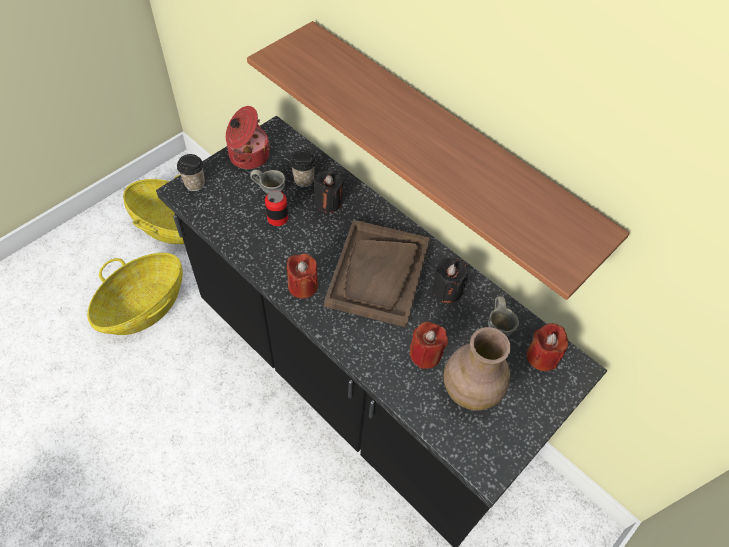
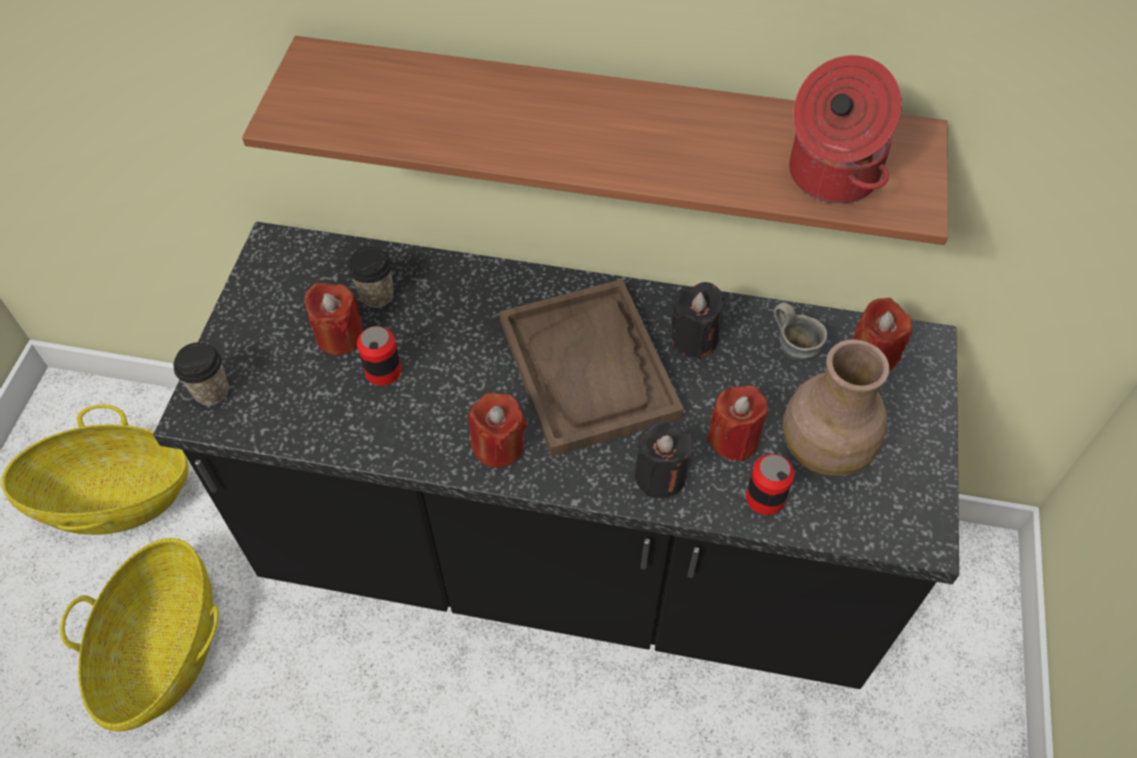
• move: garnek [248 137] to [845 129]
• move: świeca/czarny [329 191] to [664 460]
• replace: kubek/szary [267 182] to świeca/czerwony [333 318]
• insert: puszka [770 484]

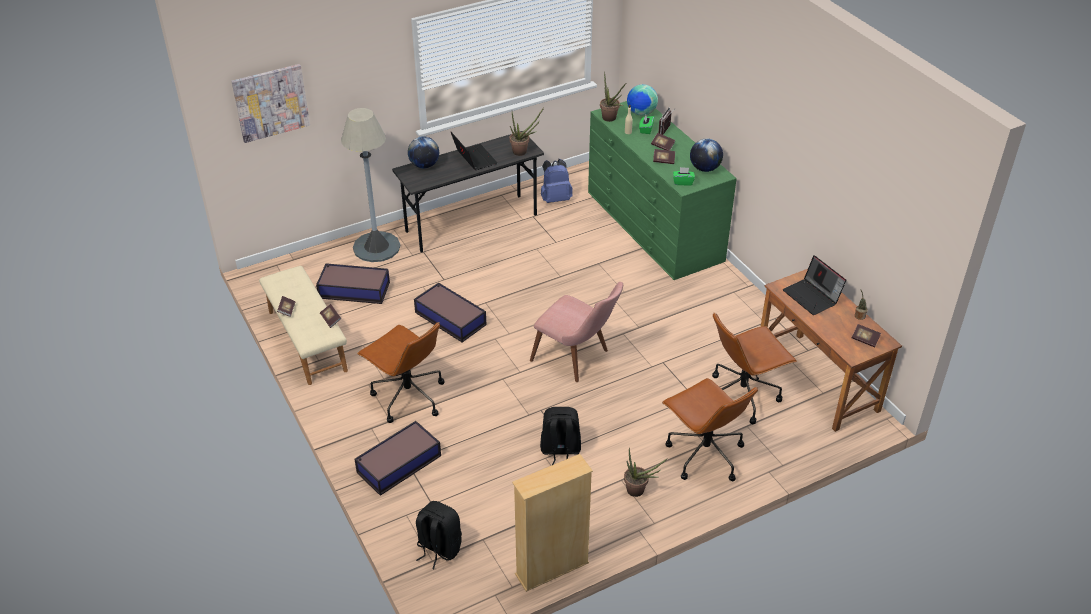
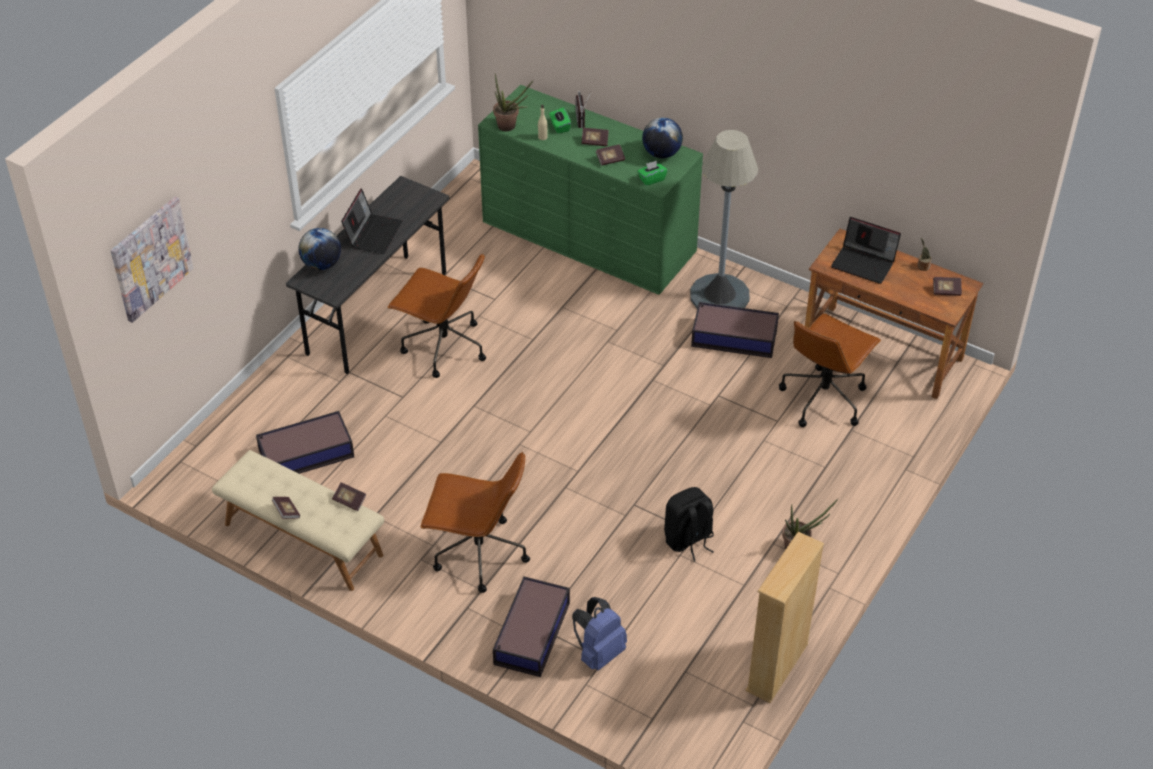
• delete: globus [642 100]
• move: lampa stojąca/szary [370 185] to [724 219]
• delete: roślina doniczkowa [526 132]
• rotate: laptop [474 151] = [372 221] 75 degrees clockwise
• move: plecak/niebieski [557 181] to [599 634]
• delete: krzesło/różowy [576 332]
• move: pojemnik do przechowywania [450 312] to [735 330]
• move: krzesło biurowe/brązowy [710 429] to [437 316]
• delete: plecak/czarny [439 535]

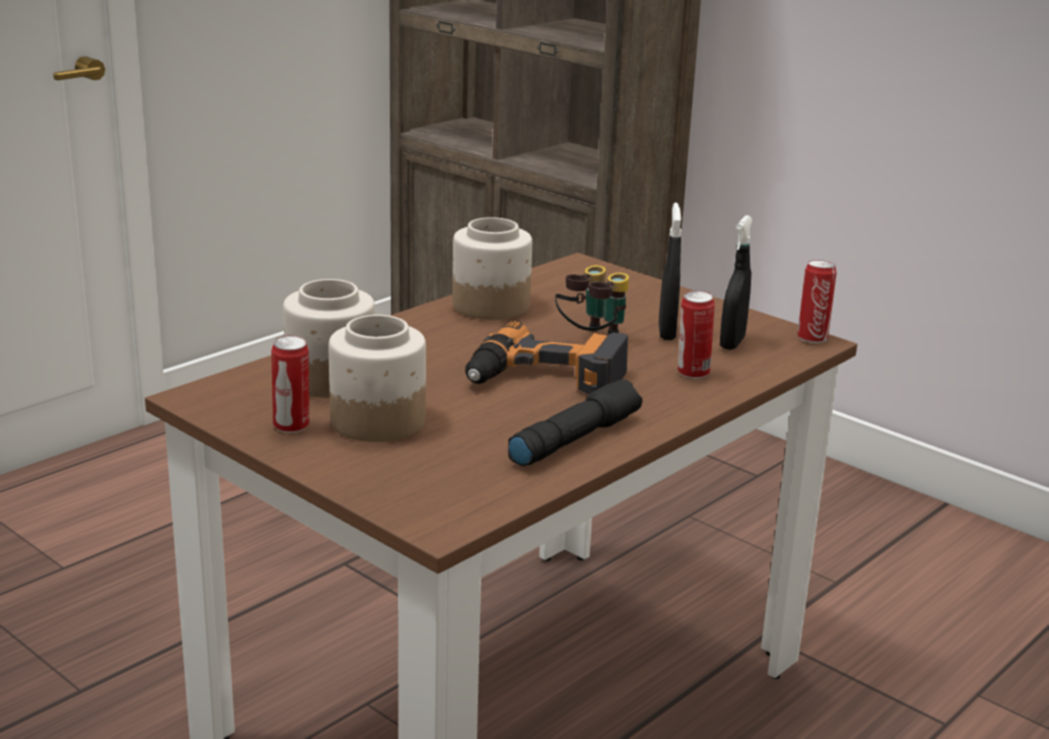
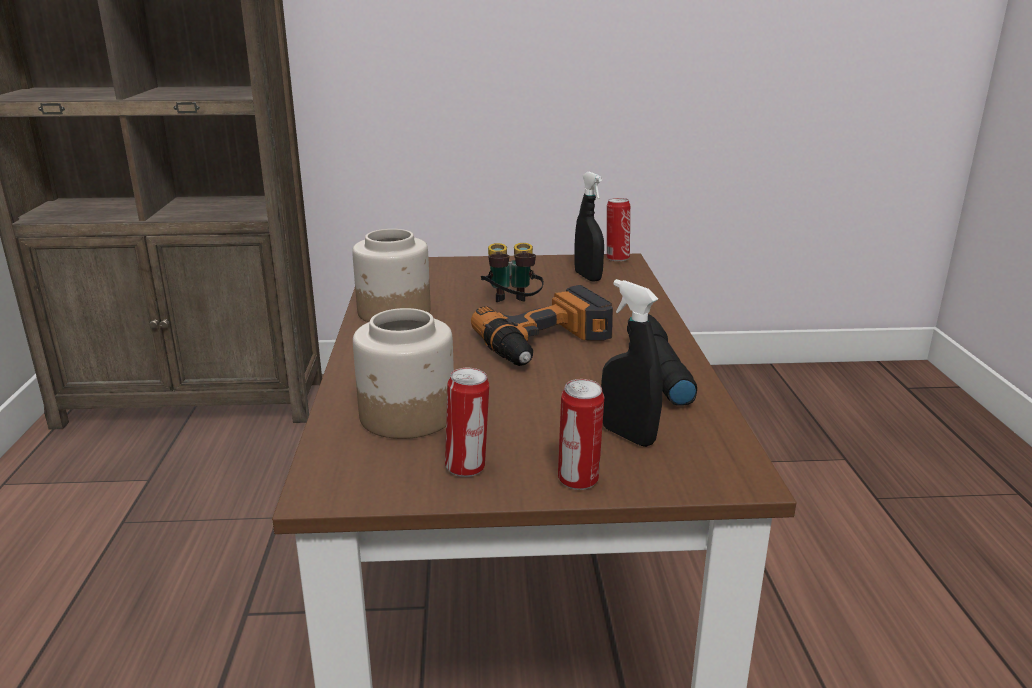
• move: spryskiwacz/czarny [670 271] to [632 363]
• move: puszka [696 334] to [581 434]
• delete: słoik [377 378]

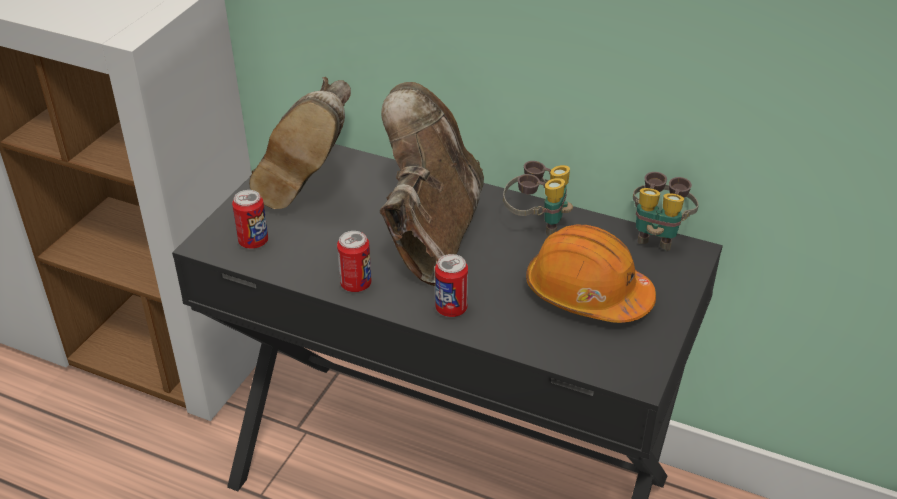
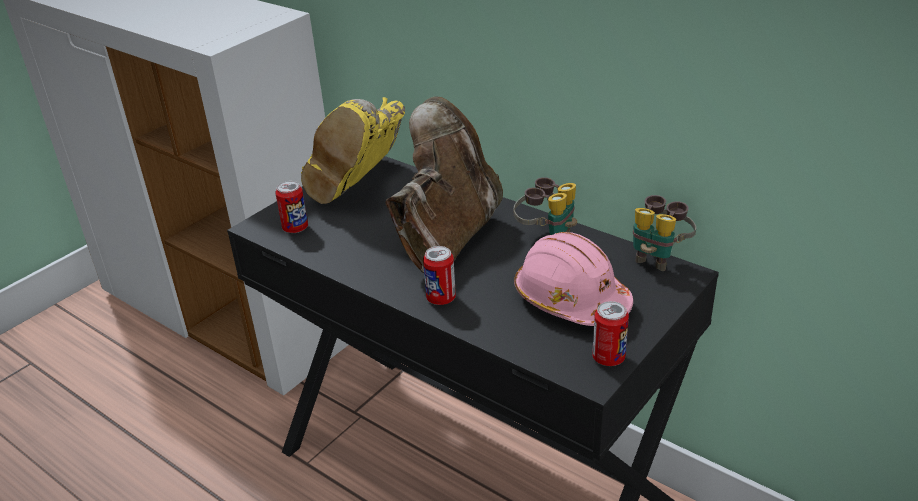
• recolor: but z cholewką/brązowy [300 143] to but z cholewką/żółty [353 150]
• recolor: kask/pomarańczowy [591 273] to kask/różowy [573 279]
• move: puszka [354 261] to [610 333]

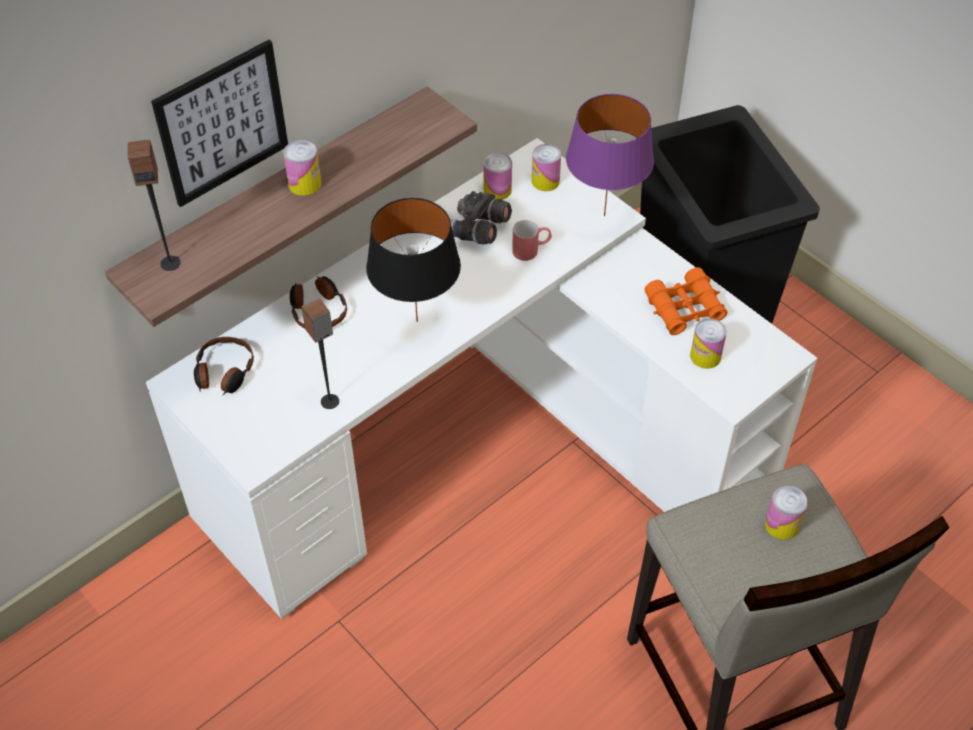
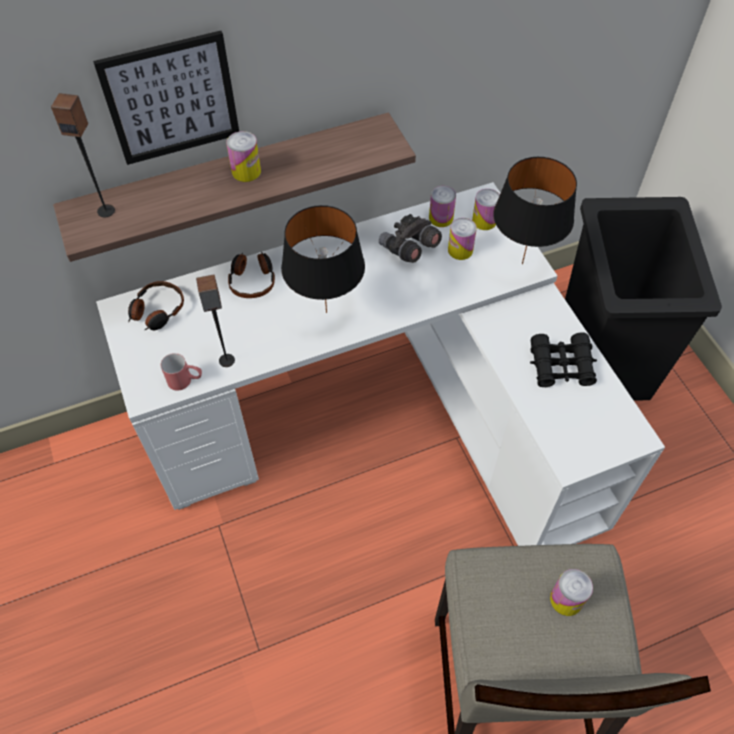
• recolor: lampa stołowa/fioletowy [610 155] to lampa stołowa/czarny [535 210]
• move: kubek/czerwony [532 240] to [181 372]
• recolor: lornetka/pomarańczowy [686 301] to lornetka/czarny [563 359]
• move: puszka [708 343] to [462 239]

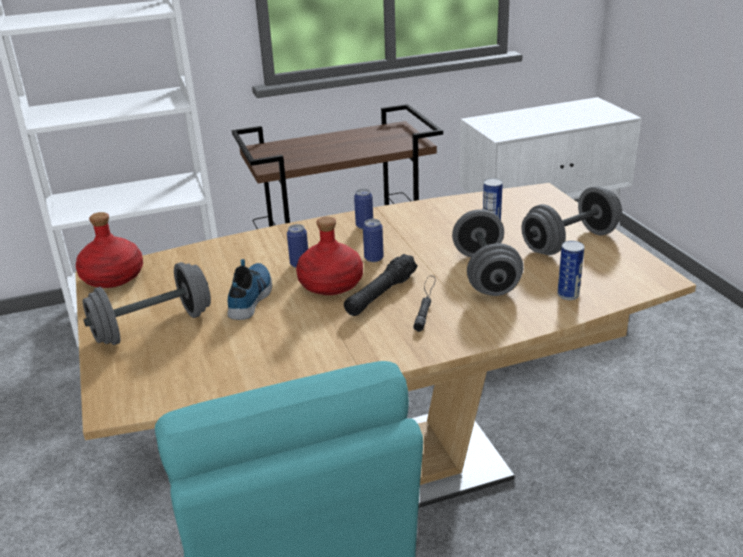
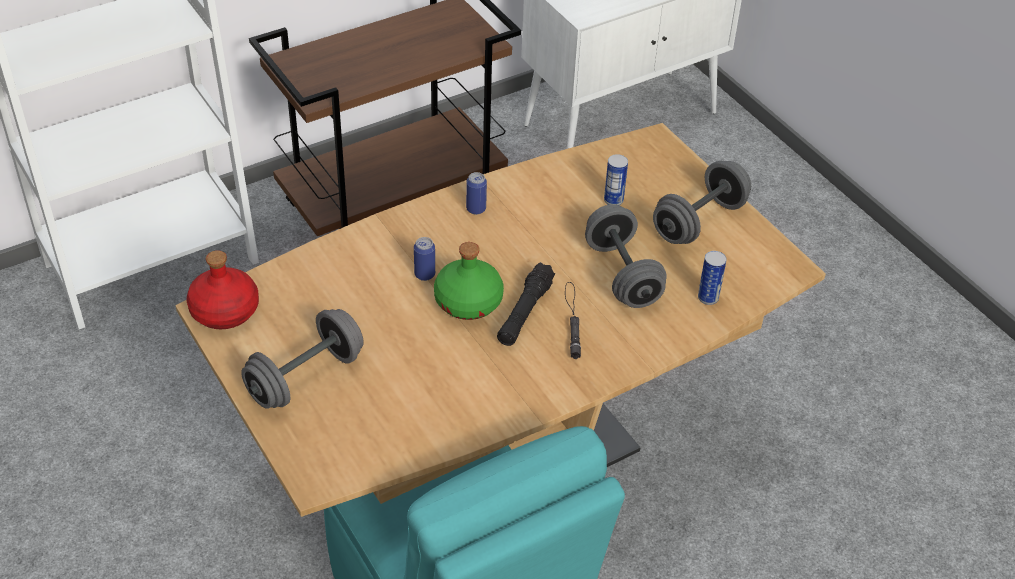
• recolor: butelka/czerwony [329 256] to butelka/zielony [469 281]
• delete: puszka [373 240]
• delete: but [249 289]

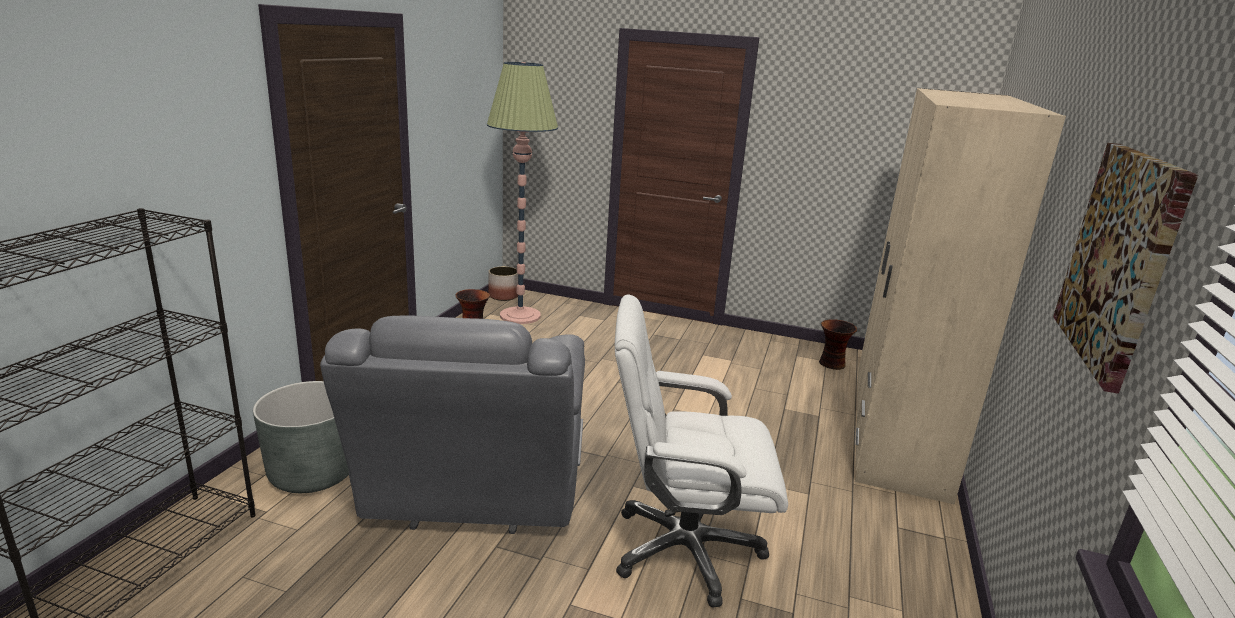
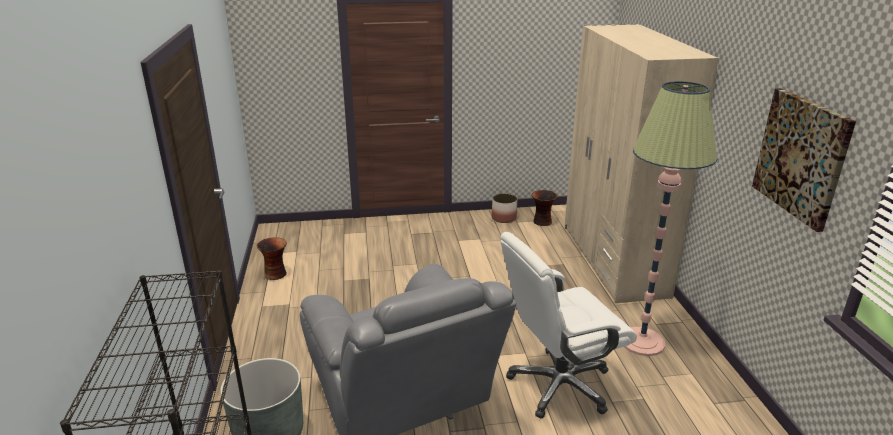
• move: lampa stojąca [522 193] to [670 218]
• move: donica [503 283] to [504 208]

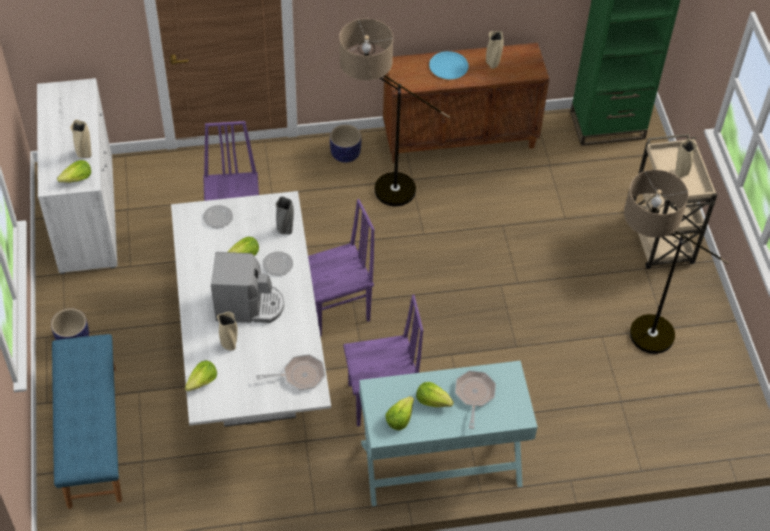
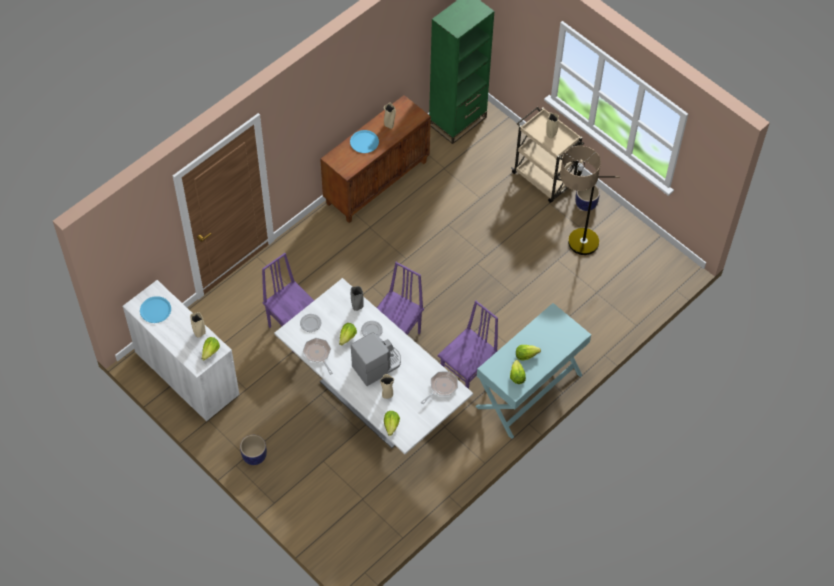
• delete: lampa stojąca [394 112]
• move: donica [345 144] to [587 198]
• delete: ławka/niebieski [87 421]
• move: patelnia [475 400] to [318 356]
• insert: talerz/niebieski [155 309]

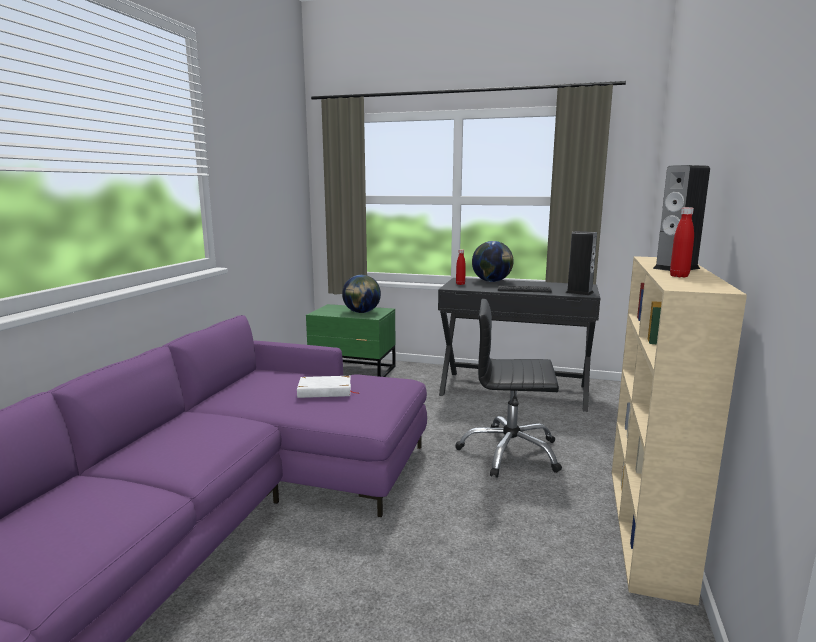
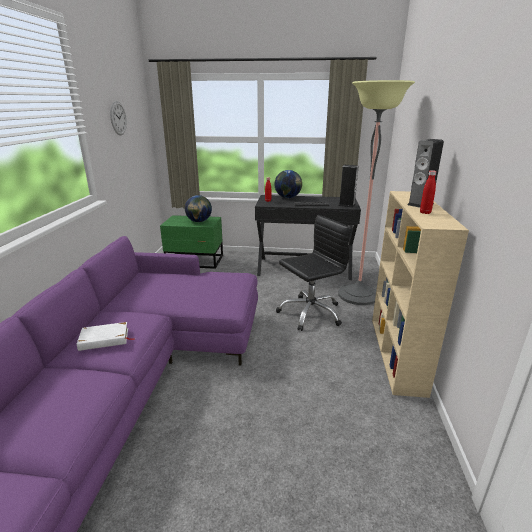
• rotate: krzesło biurowe/czarny [508 388] = [313 273] 150 degrees clockwise
• move: książka/biały [328 387] to [106 336]
• insert: lampa stojąca [376 192]
• insert: zegar ścienny [118 118]

